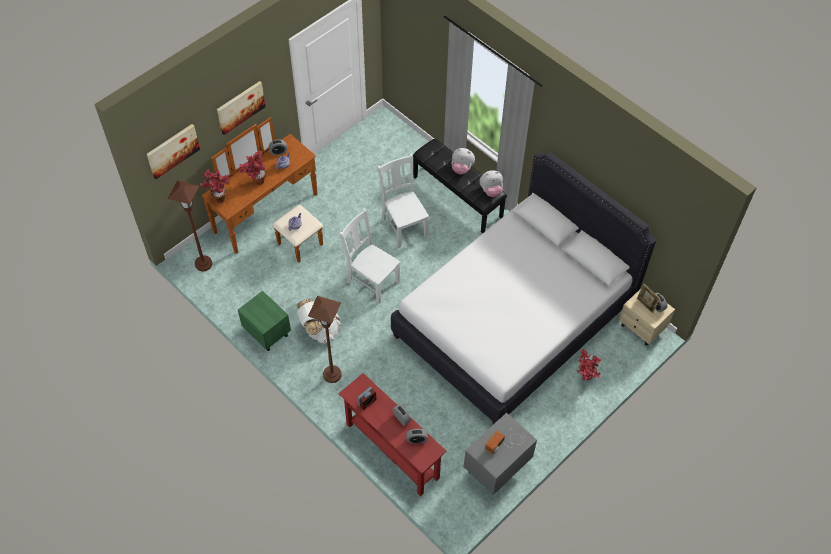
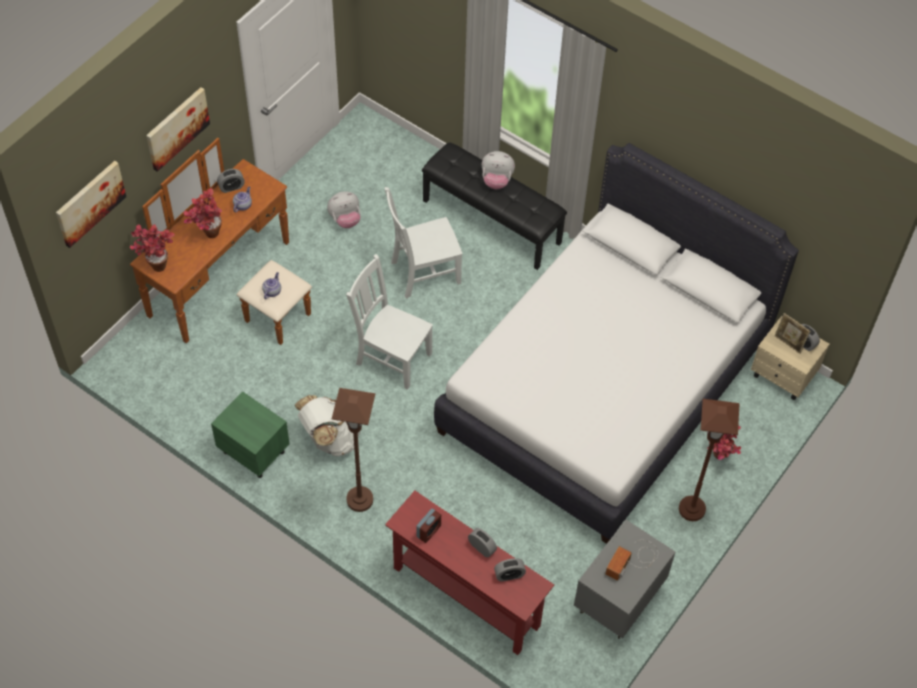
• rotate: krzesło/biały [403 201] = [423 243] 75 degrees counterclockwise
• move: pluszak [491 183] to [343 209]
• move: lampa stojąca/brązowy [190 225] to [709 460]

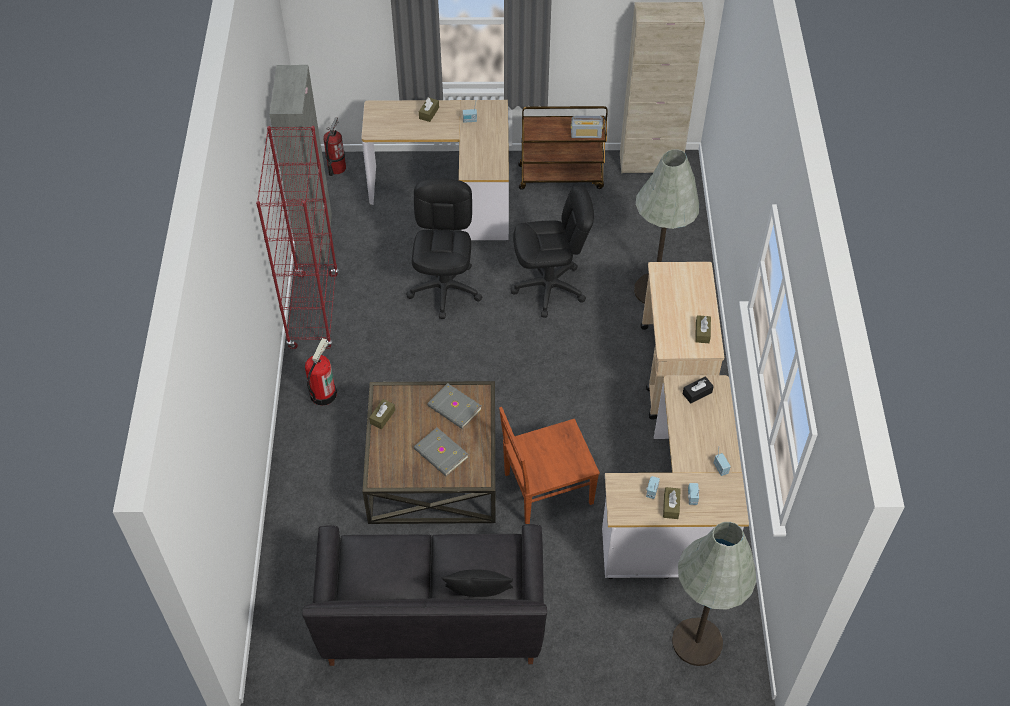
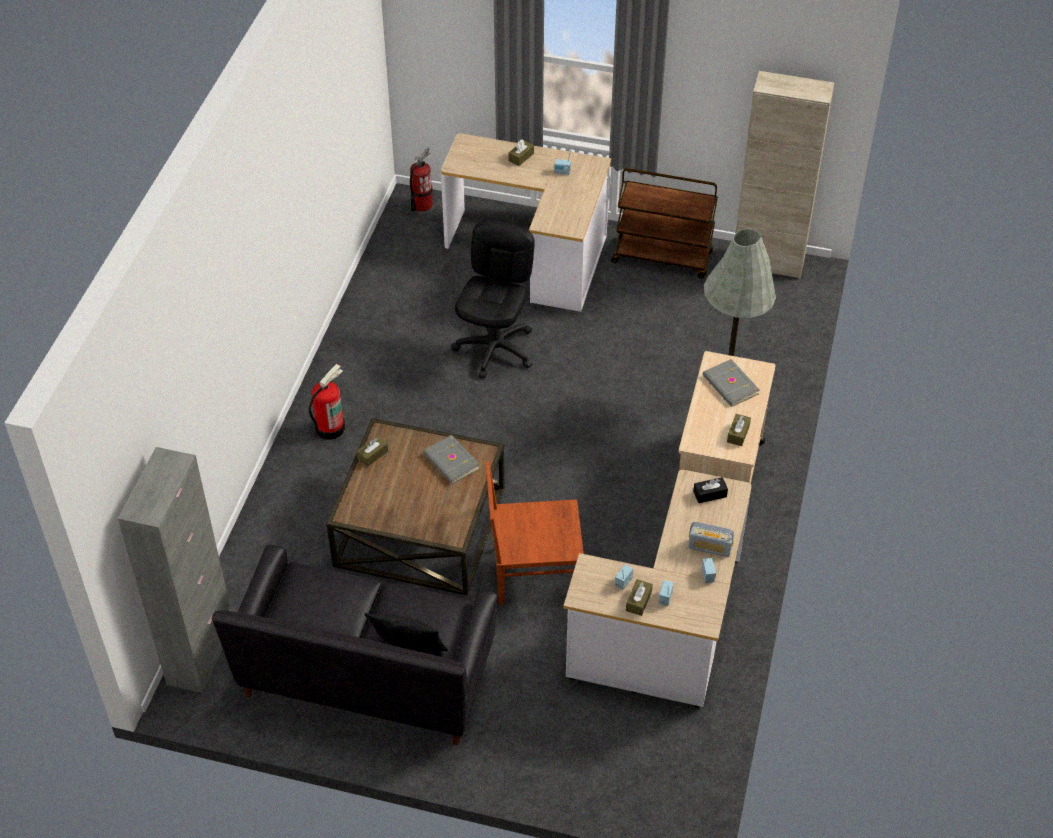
• move: szafka/szary [300 164] to [174 570]
• move: radio [587 127] to [711 539]
• delete: regał/czerwony [297 237]
• delete: krzesło biurowe/czarny [552 251]
• move: książka/szary [441 452] to [731 383]
• delete: lampa stojąca/szary [714 594]

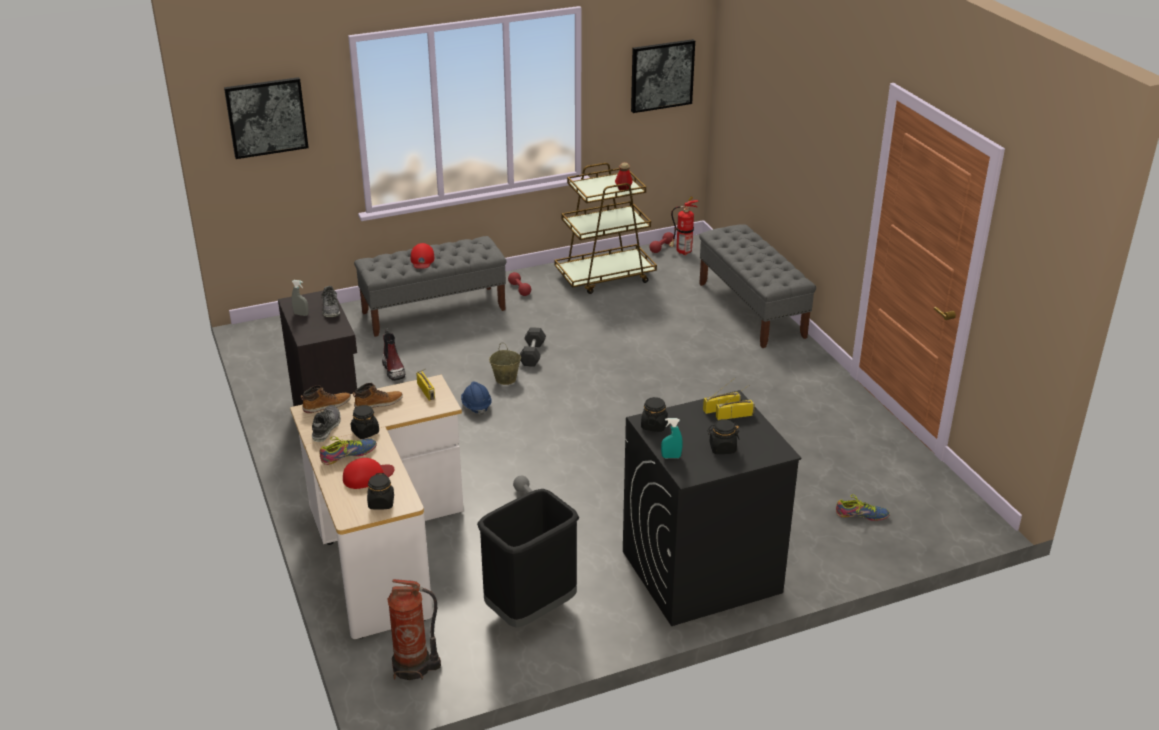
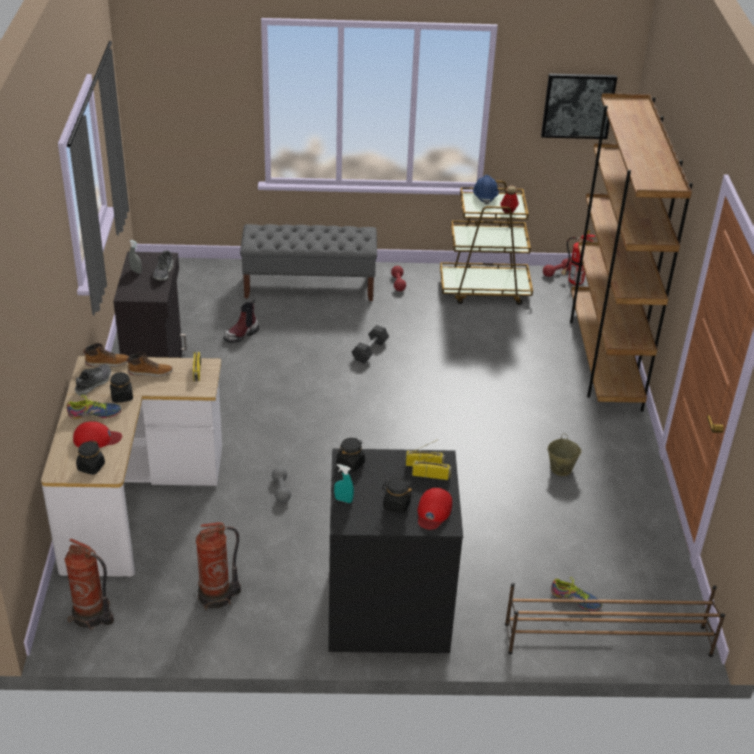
• delete: obraz [266 118]
• replace: ławka/szary [757 286] to regał/brązowy [631 252]
• move: czapka z daszkiem/czerwony [422 256] to [435 509]
• rotate: but z cholewką [393 354] = [241 320] 45 degrees clockwise
• move: wiadro/beżowy [505 364] to [564 454]
• move: kask/niebieski [476 398] to [486 190]
• replace: kosz na śmieci/czarny [528 558] to gaśnica [218 566]
• insert: regał na buty/brązowy [615 620]

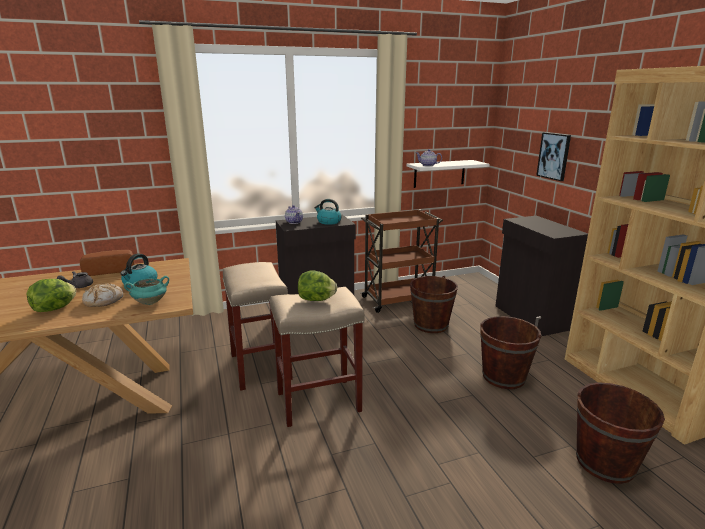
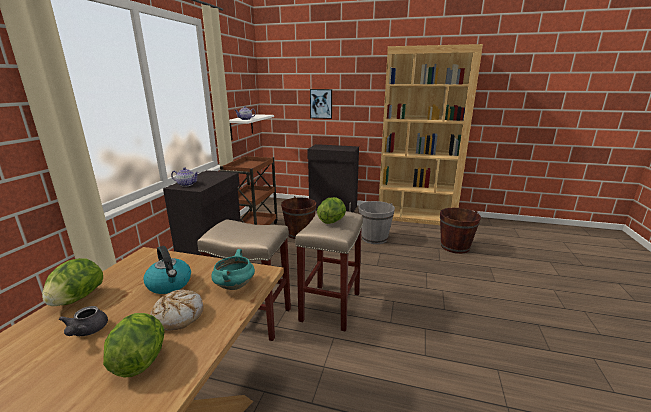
• delete: czajnik [328 212]
• replace: chleb [107 263] to sałata [72 282]
• recolor: wiadro/brązowy [510 352] to wiadro/szary [376 222]

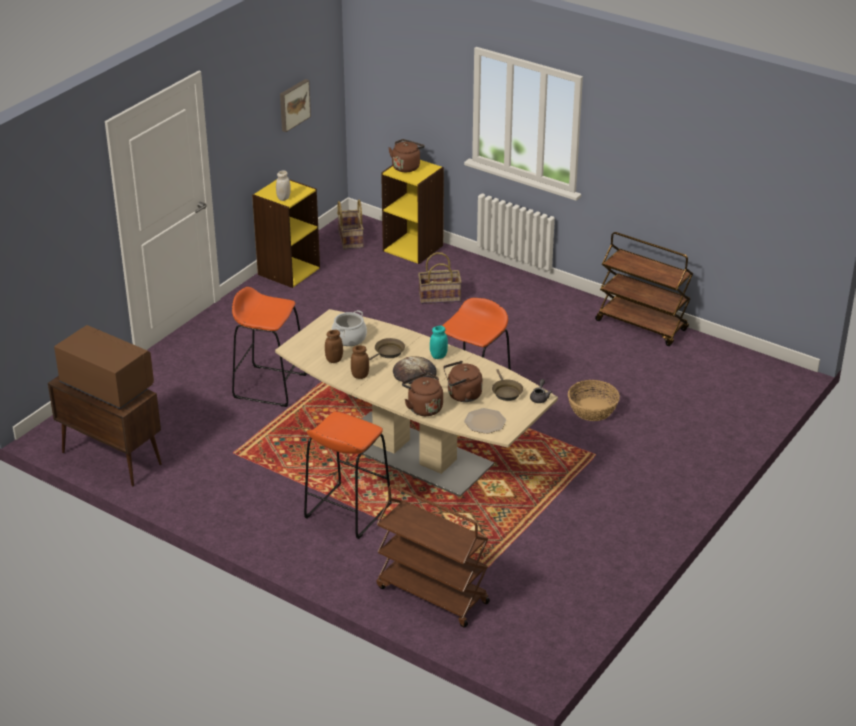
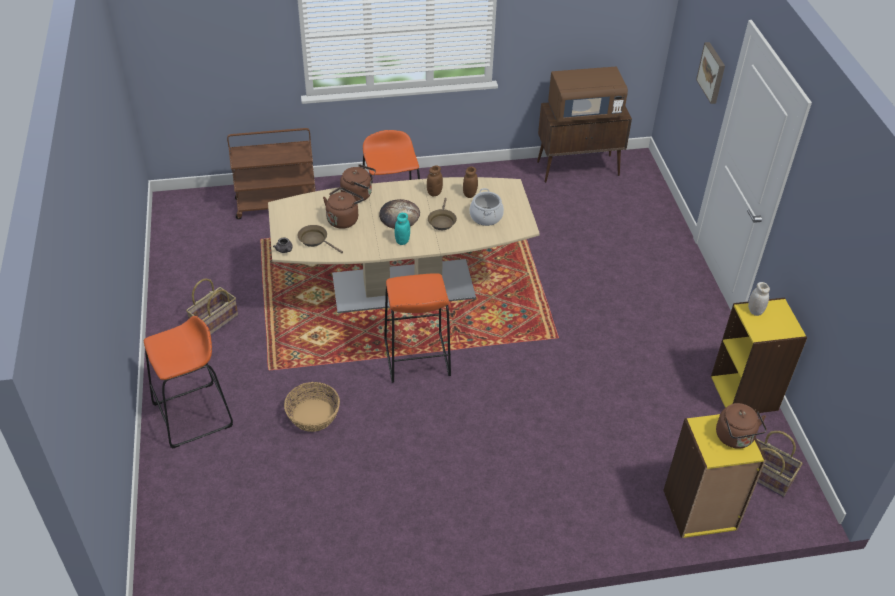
• move: obraz [295 105] to [710 73]
• delete: wózek/brązowy [644 289]
• move: koszyk [439 278] to [212 307]
• move: stołek/pomarańczowy [269 347] to [188 382]
• delete: talerz [485 421]

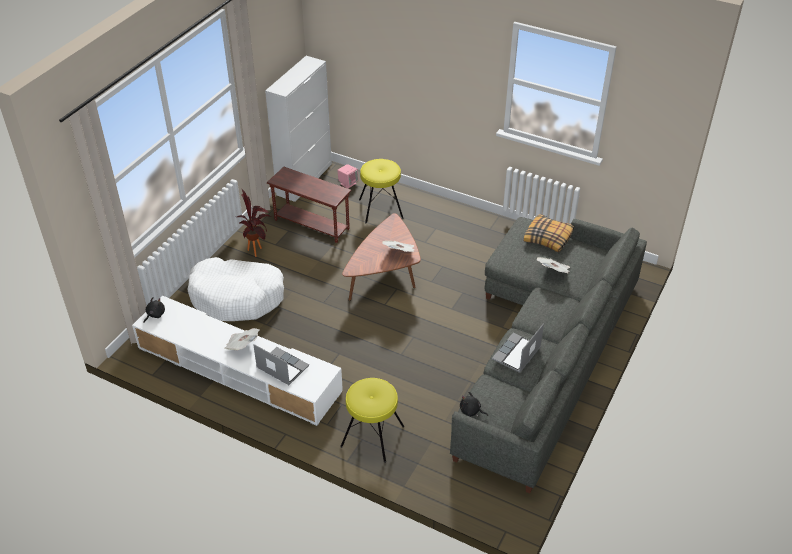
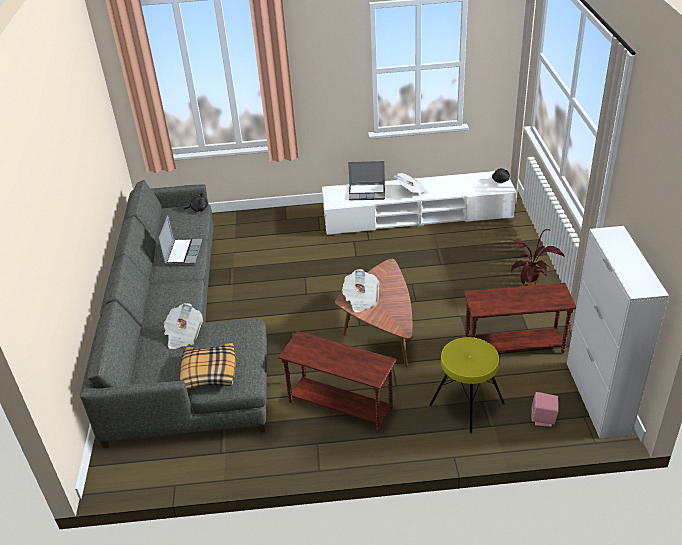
• delete: legowisko/biały [235 289]
• delete: stołek/żółty [372 420]
• insert: stolik/brązowy [337 381]

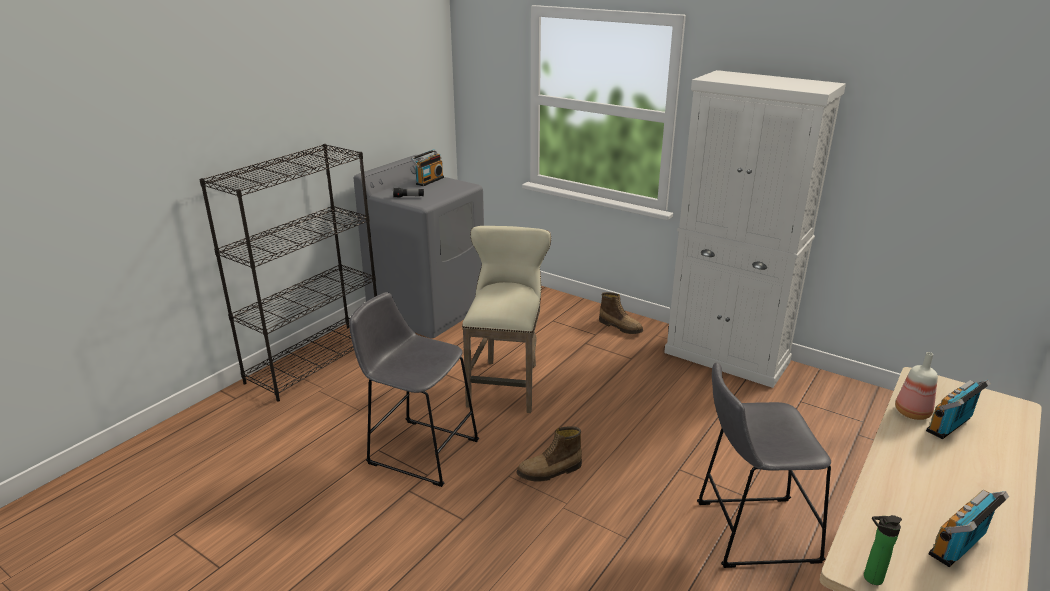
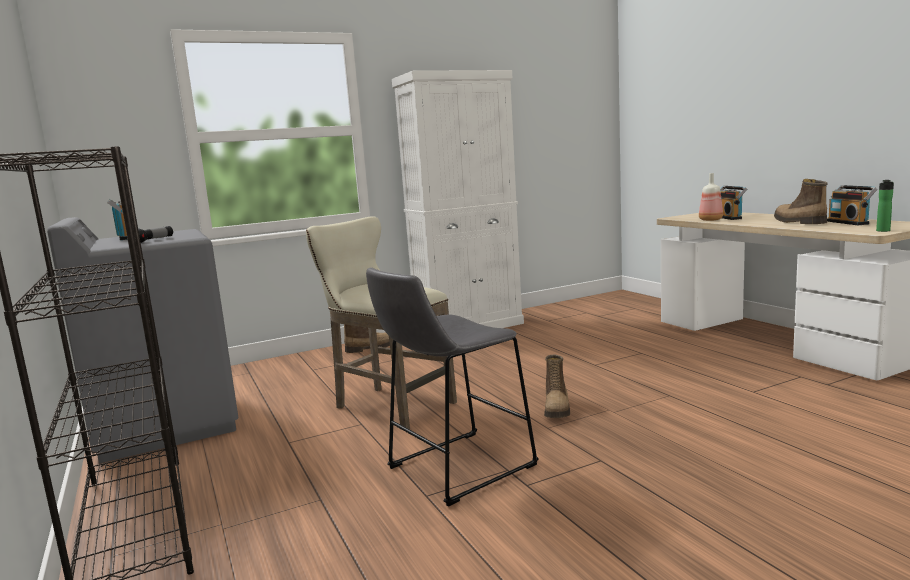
• delete: stołek/szary [764 465]
• insert: but z cholewką [801 201]

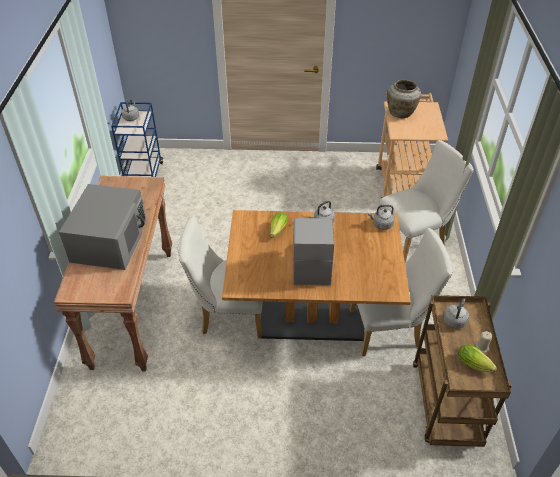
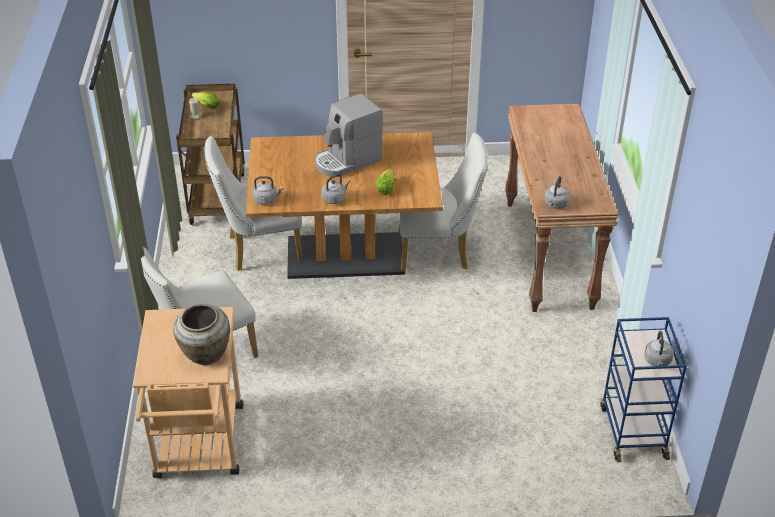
• delete: mikrofalówka/szary [102 227]
• rotate: ekspres do kawy [313 251] = [349 135] 60 degrees clockwise
• move: czajnik/szary [456 314] to [557 192]

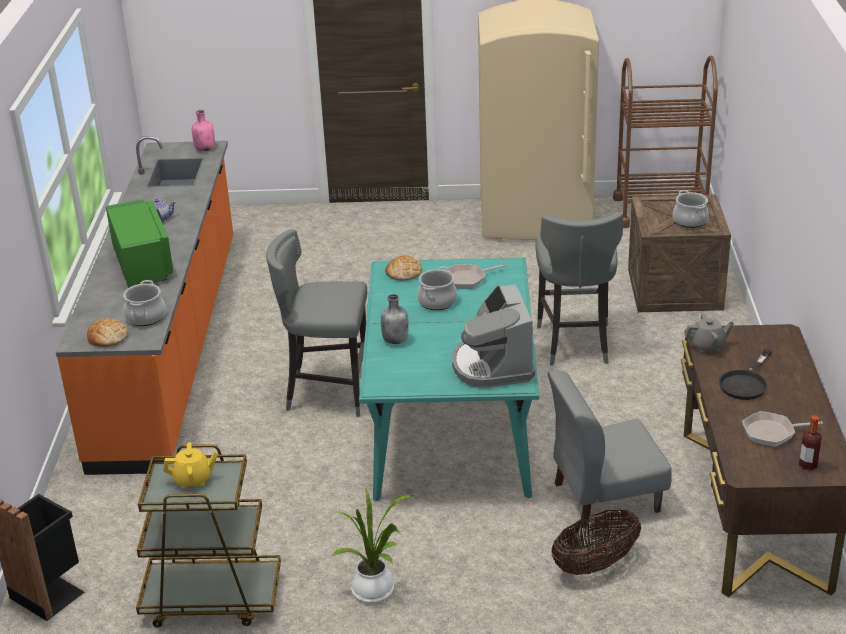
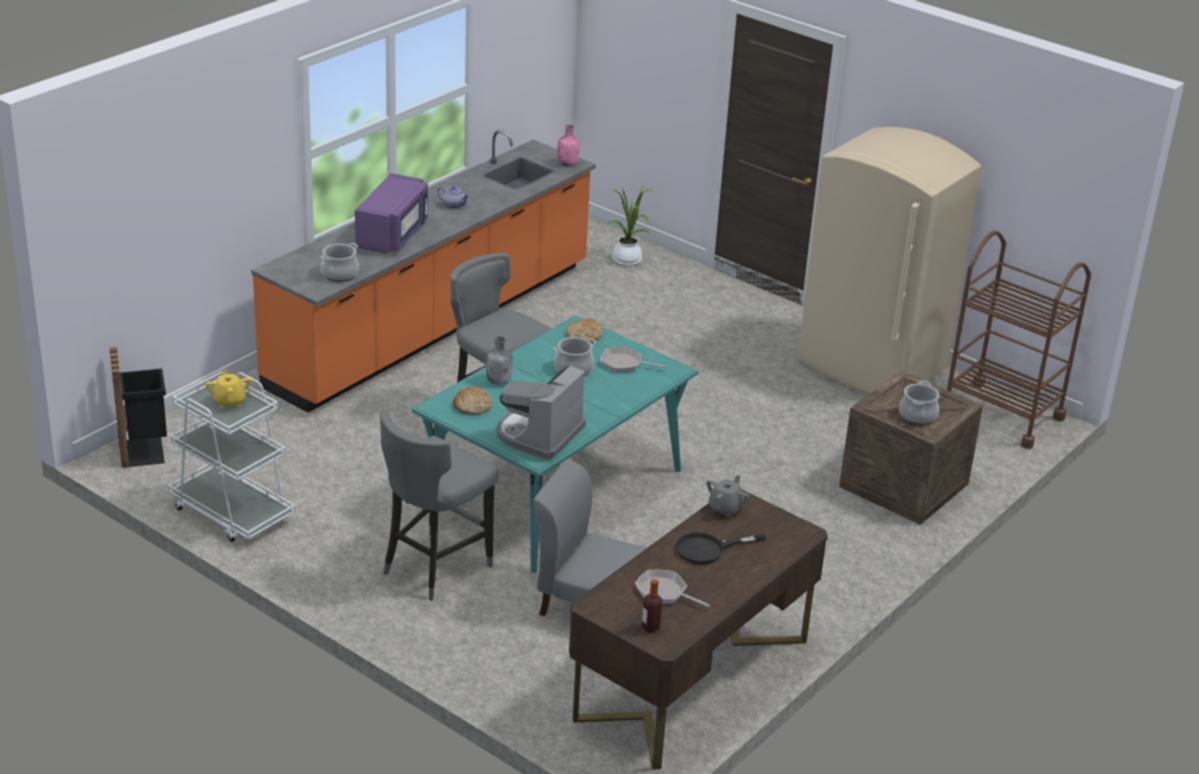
• recolor: mikrofalówka/zielony [140 243] to mikrofalówka/fioletowy [391 213]
• move: stołek/szary [579 289] to [439 505]
• rotate: imbryk/szary [709 333] = [727 496] 90 degrees counterclockwise
• move: chleb [107 332] to [472 401]
• rotate: imbryk/żółty [190 465] = [228 388] 135 degrees counterclockwise
• recolor: wózek/brązowy [208 535] to wózek/biały [232 456]
• move: roślina doniczkowa [372 545] to [631 226]
• delete: koszyk [596 542]

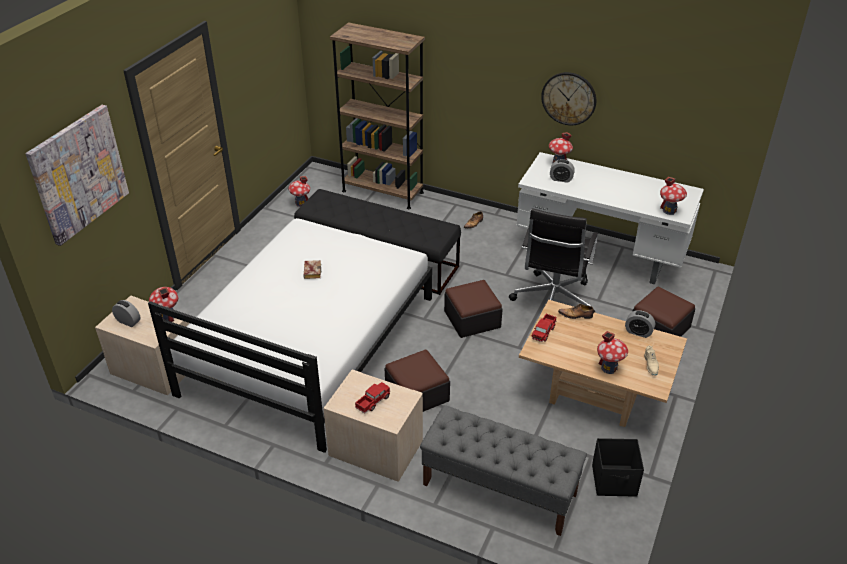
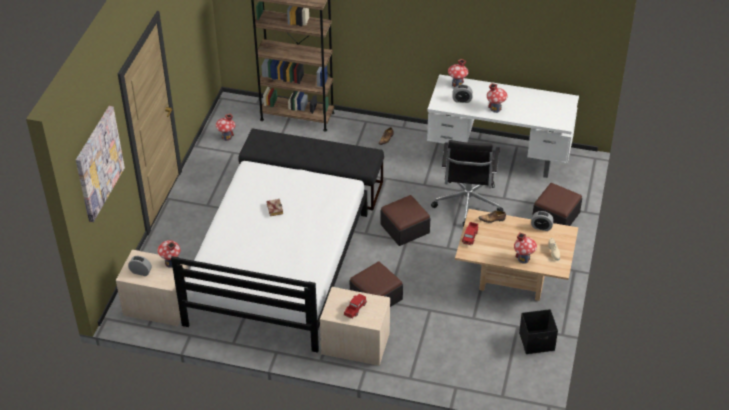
• delete: zegar ścienny [568 98]
• move: domek [673 196] to [497 98]
• delete: ławka/szary [503 470]

